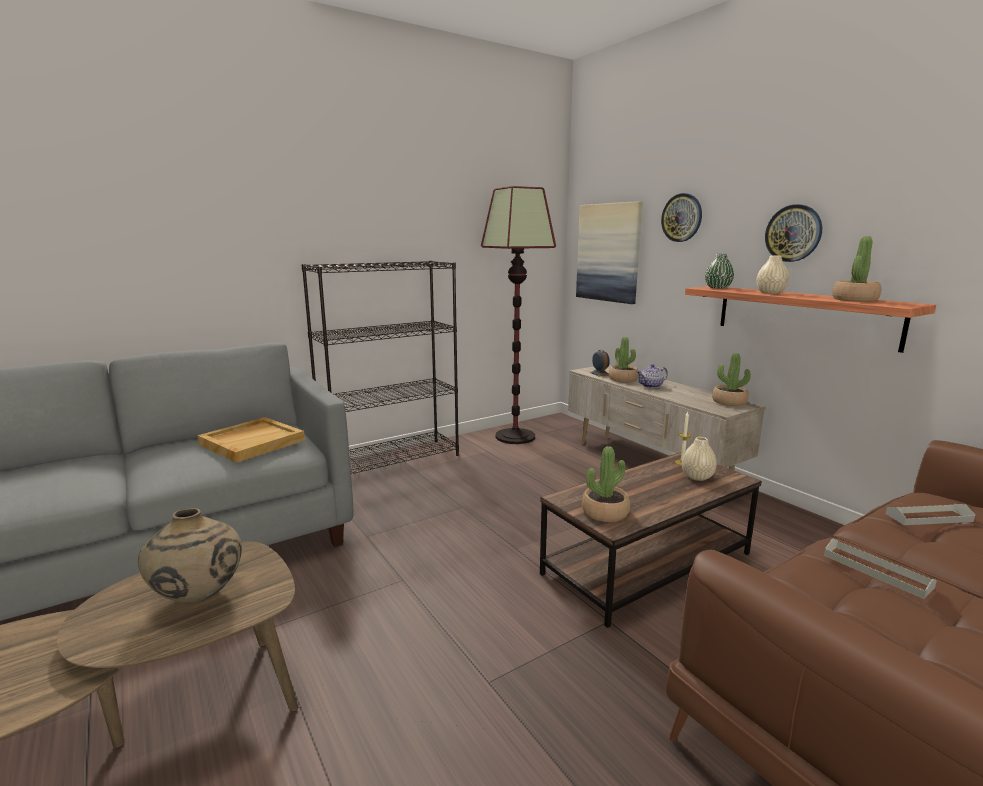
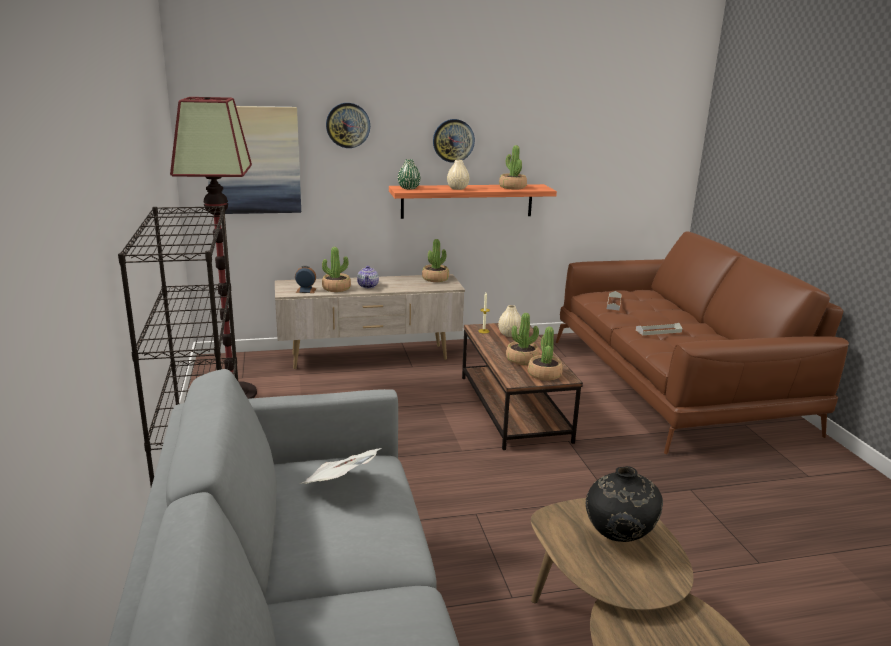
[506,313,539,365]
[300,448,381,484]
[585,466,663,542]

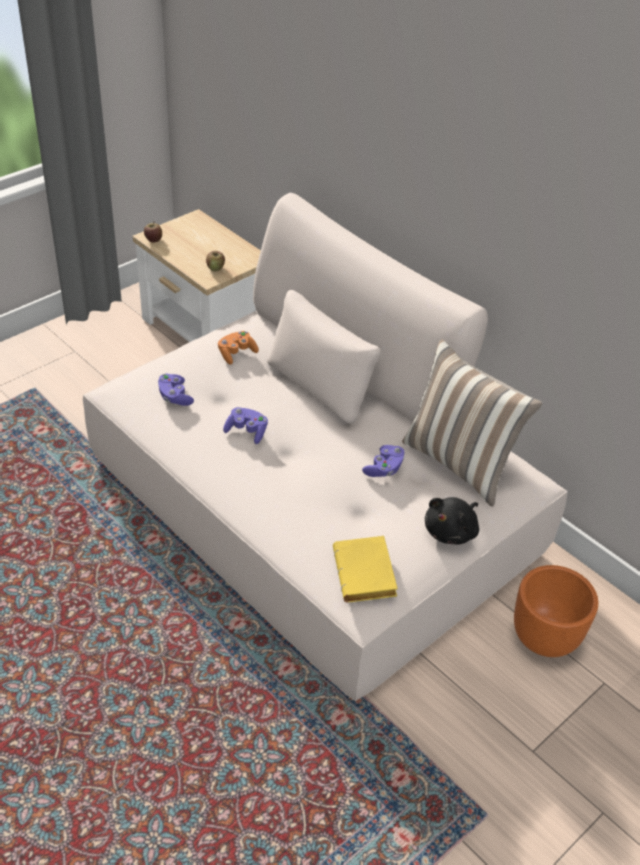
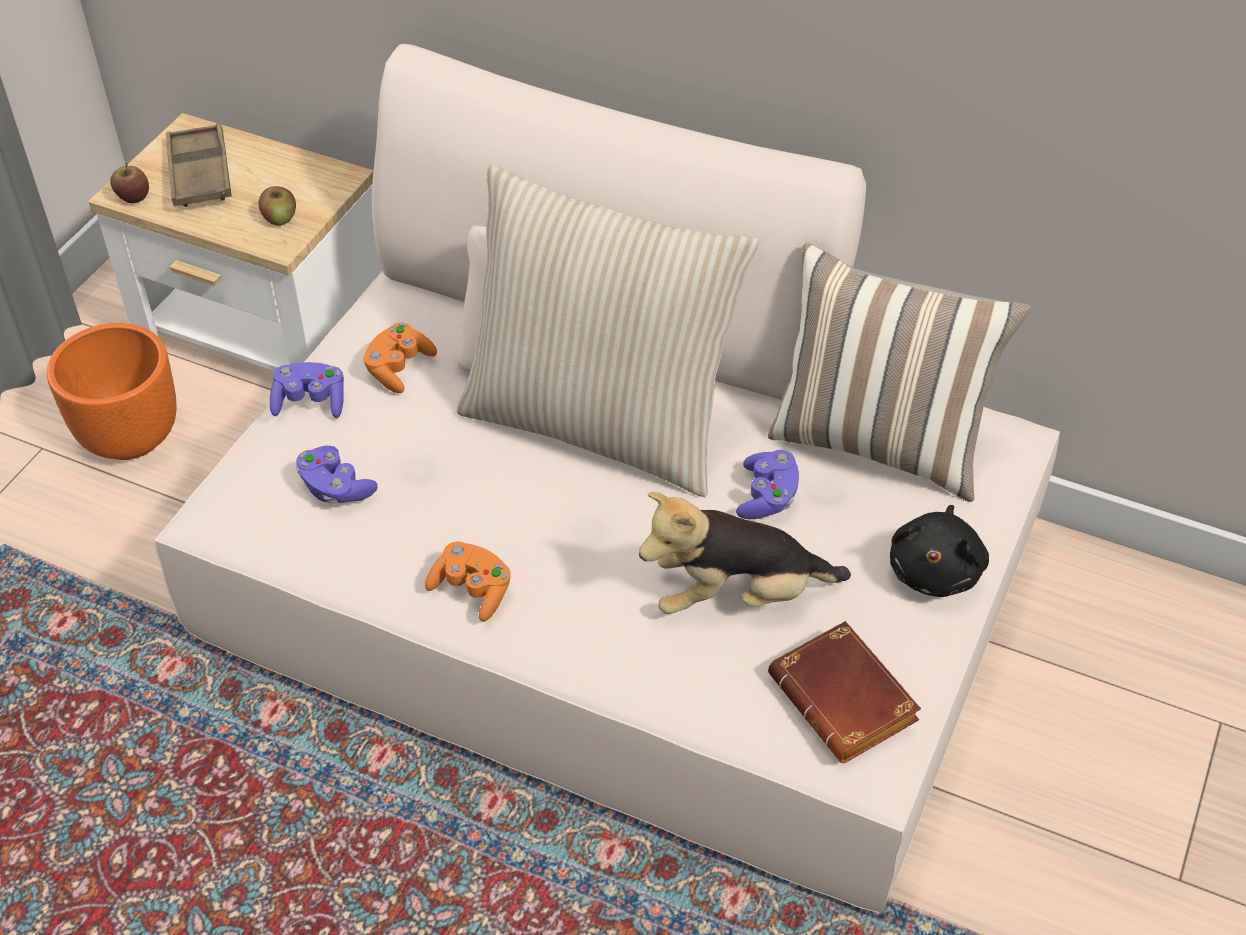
[166,123,232,207]
[425,542,511,622]
[457,165,759,497]
[639,492,851,614]
[270,362,344,418]
[47,323,177,460]
[768,621,921,763]

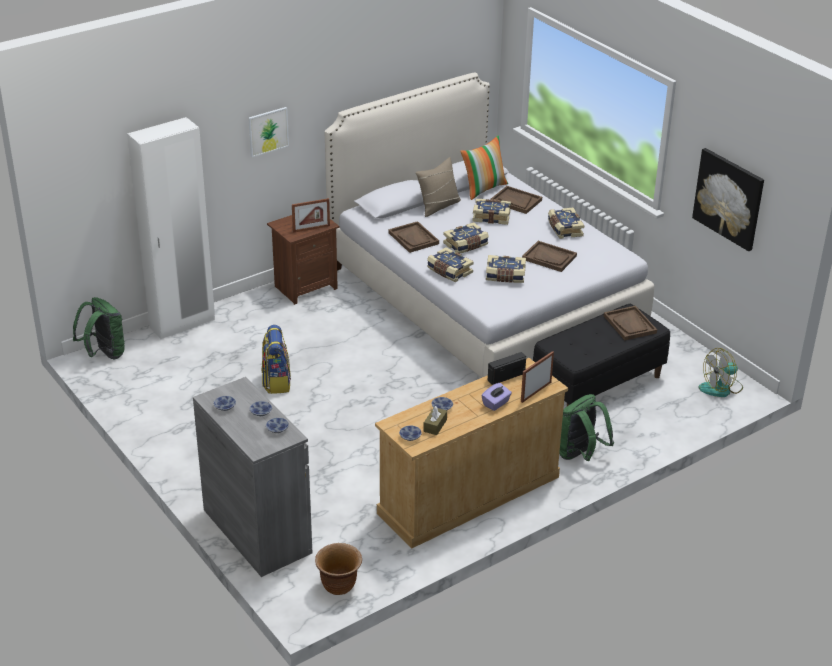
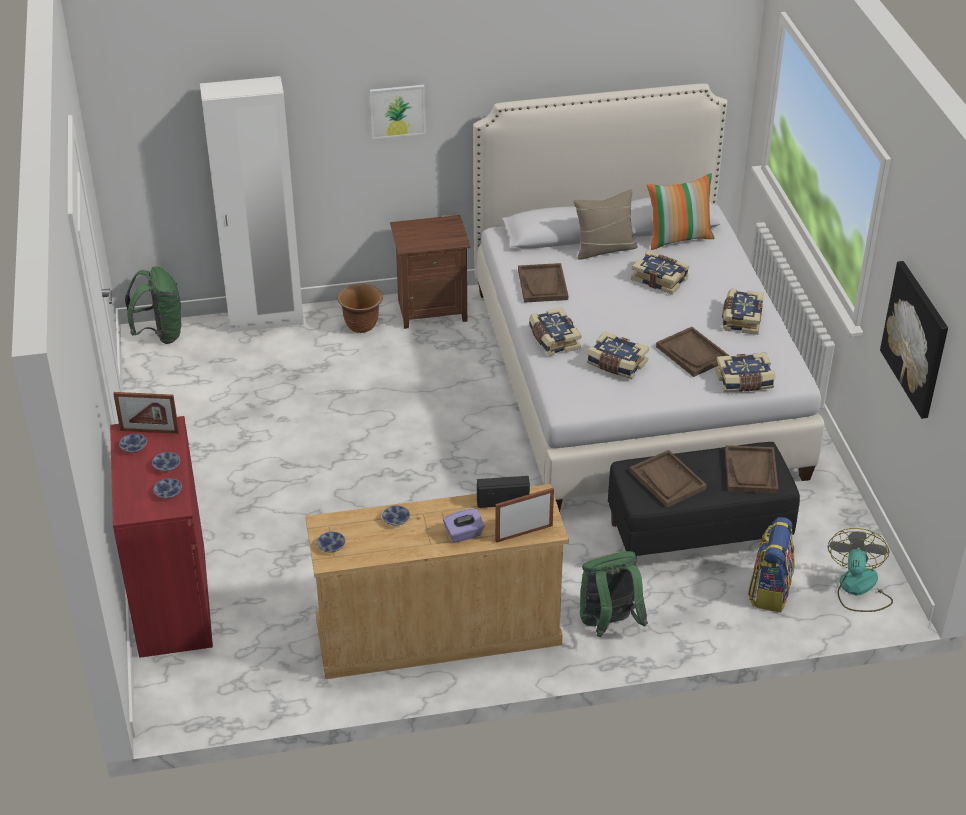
[423,406,447,435] (first image)
[748,517,795,612]
[113,392,179,434]
[337,284,383,333]
[715,352,775,392]
[629,450,707,507]
[110,416,213,658]
[828,528,893,612]

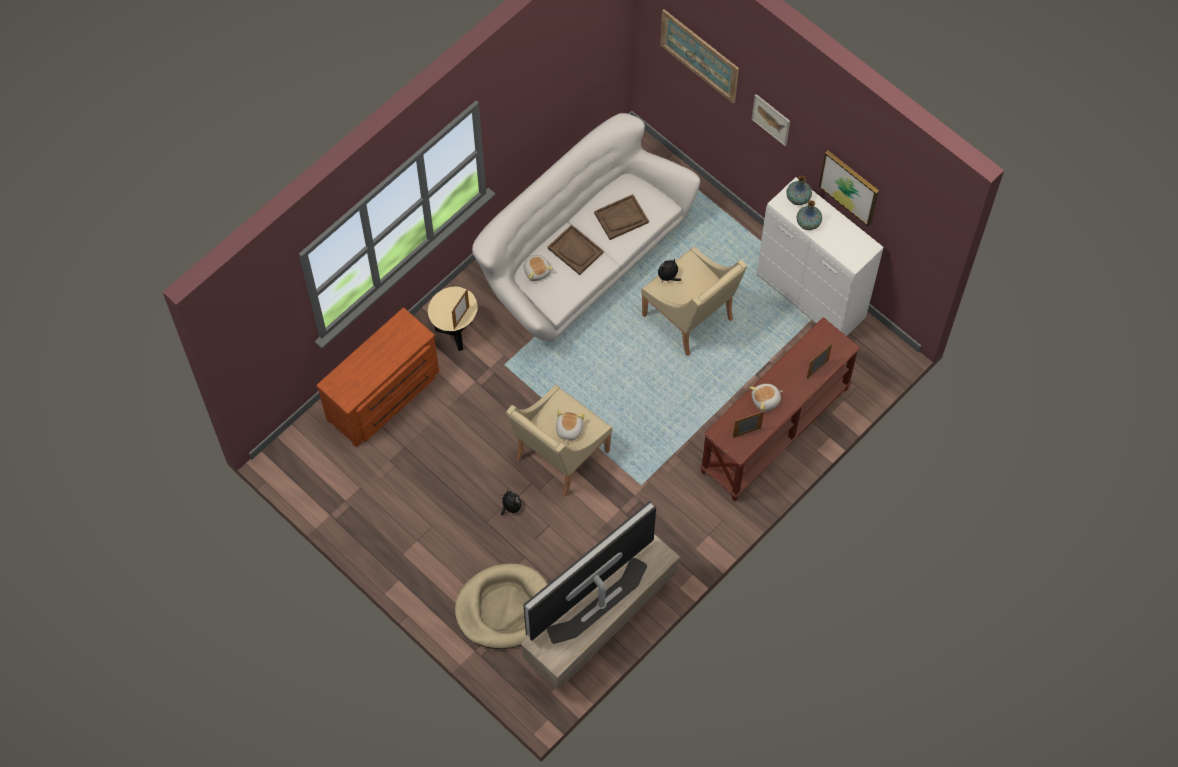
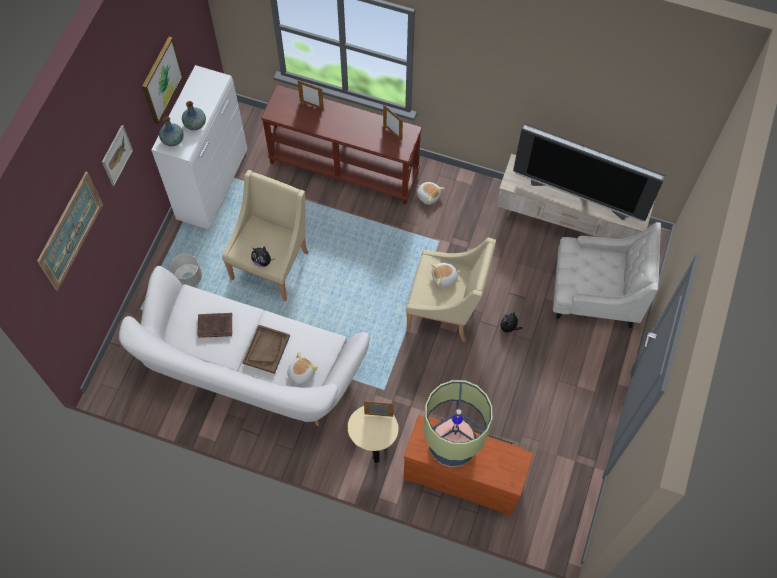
[170,253,202,287]
[424,380,492,467]
[417,182,445,205]
[553,222,661,328]
[197,313,232,338]

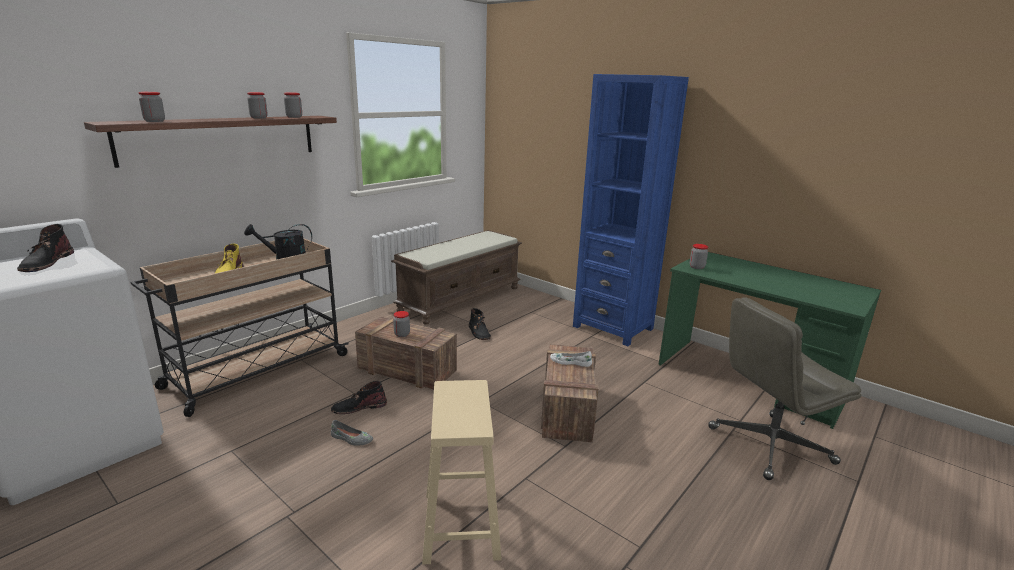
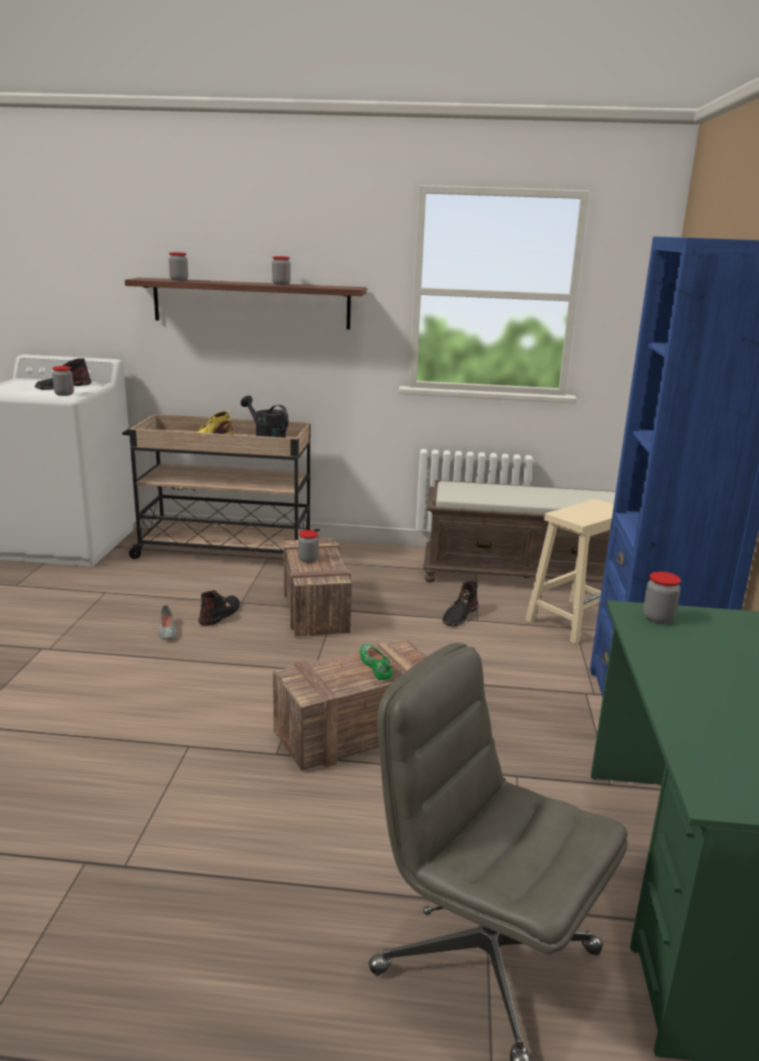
[52,366,74,396]
[525,499,614,644]
[360,644,393,680]
[199,590,240,626]

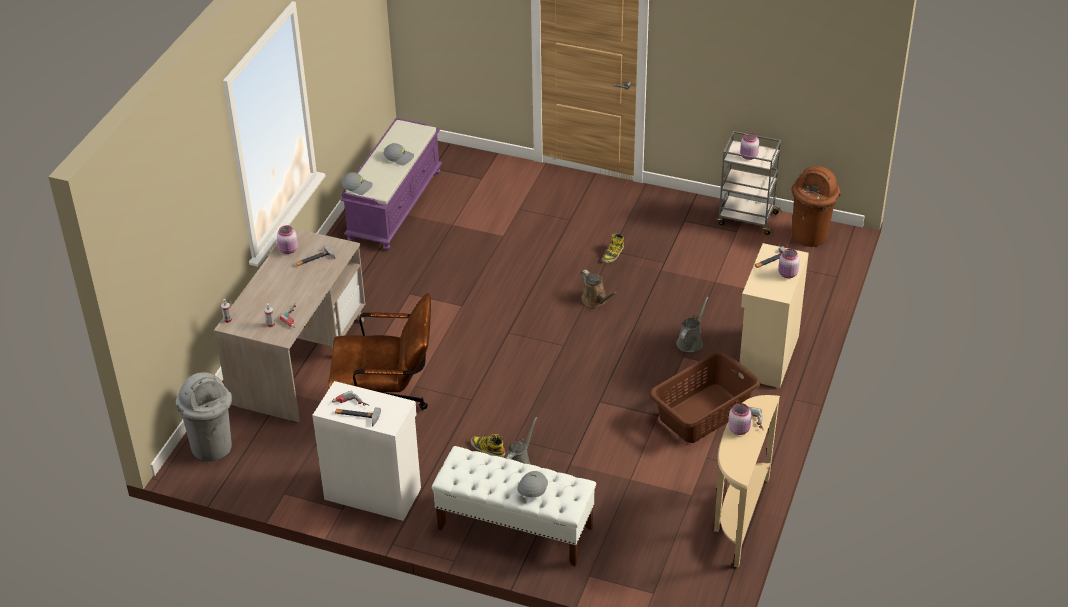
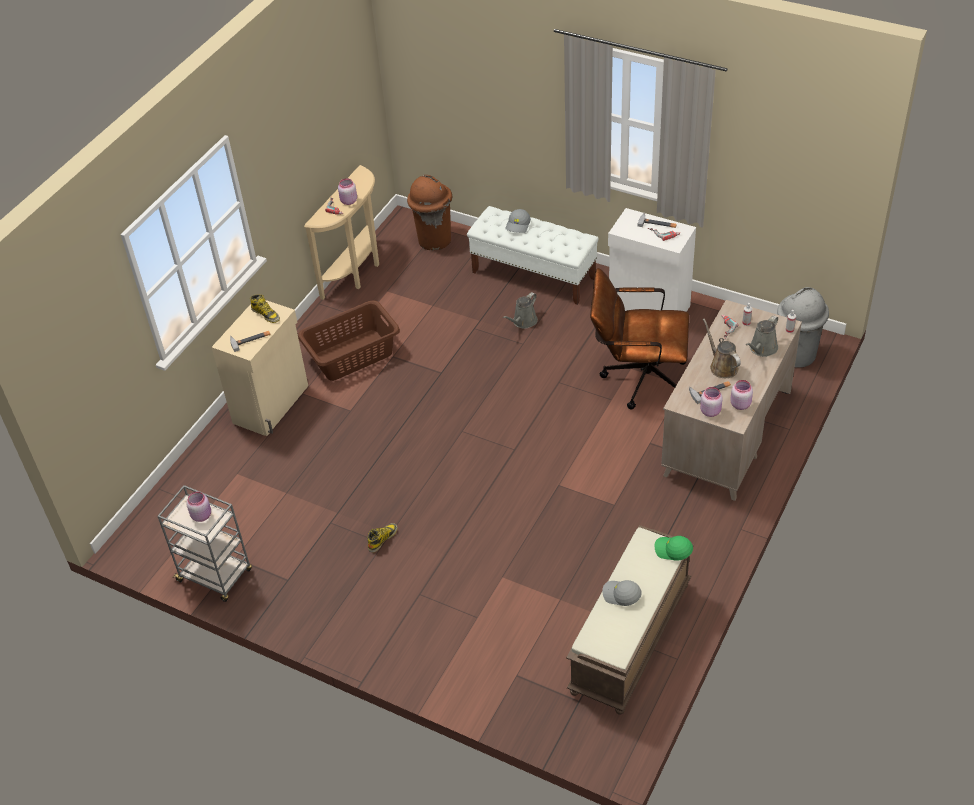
[250,295,280,323]
[703,318,741,378]
[746,315,778,357]
[700,387,723,417]
[407,175,452,250]
[566,525,694,715]
[654,536,693,561]

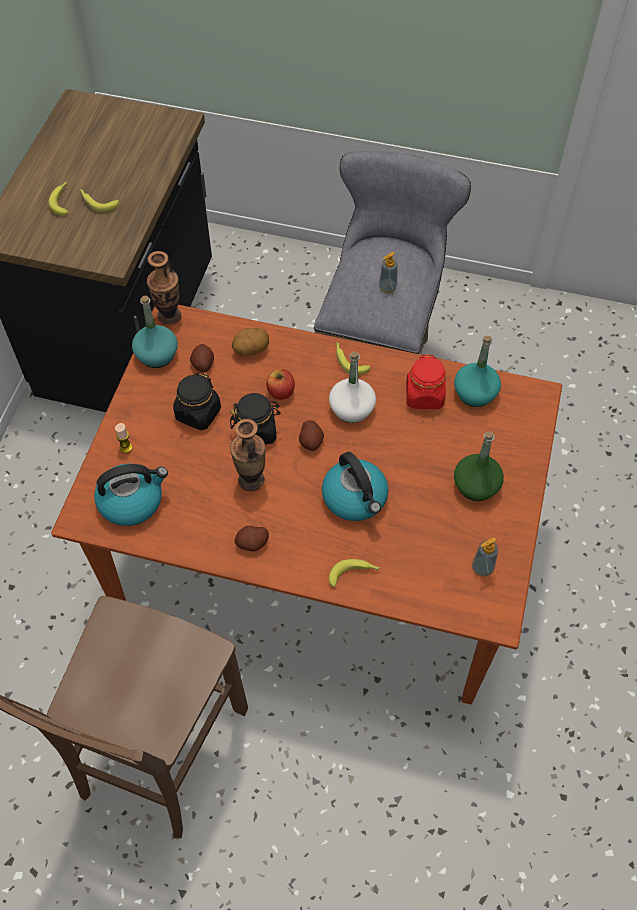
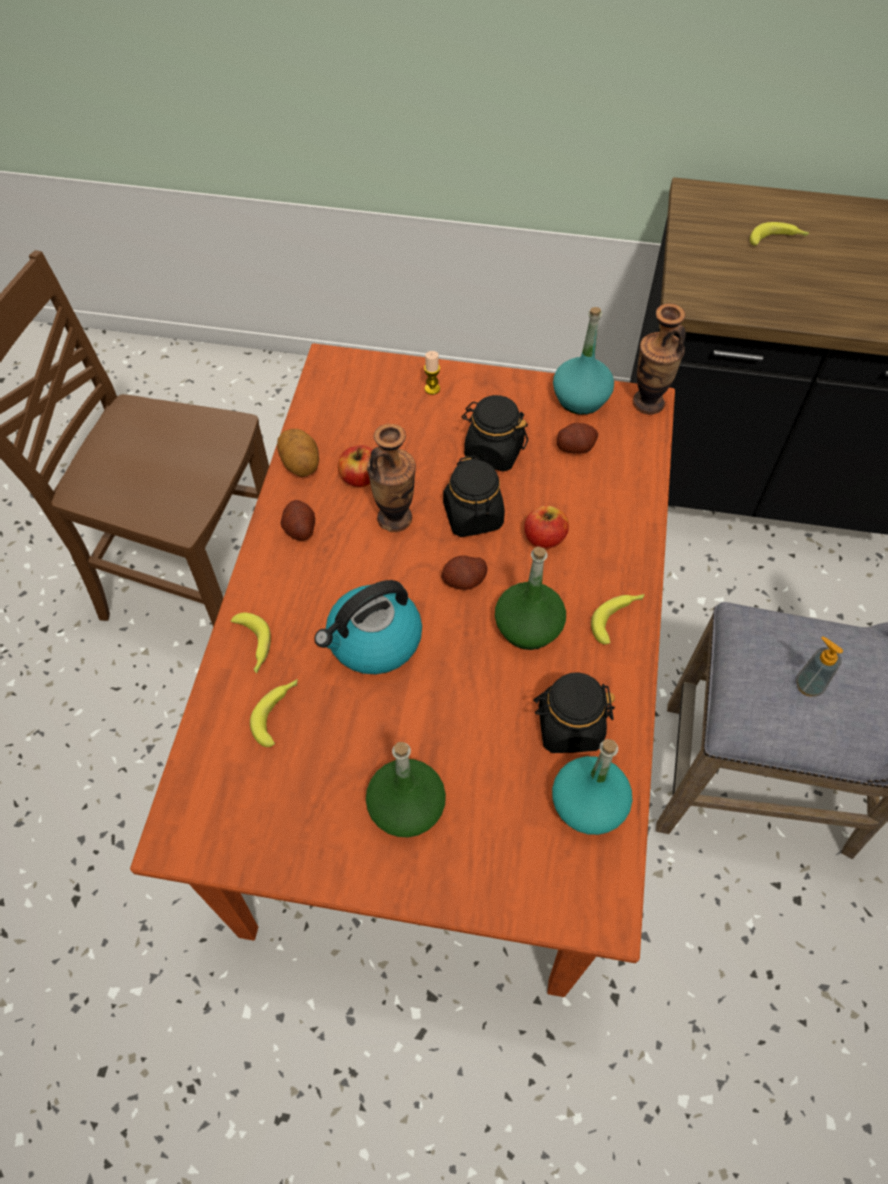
[94,463,168,526] (first image)
[472,537,498,576] (first image)
[338,445,373,487]
[250,679,298,747]
[277,429,319,477]
[495,546,566,650]
[533,672,615,753]

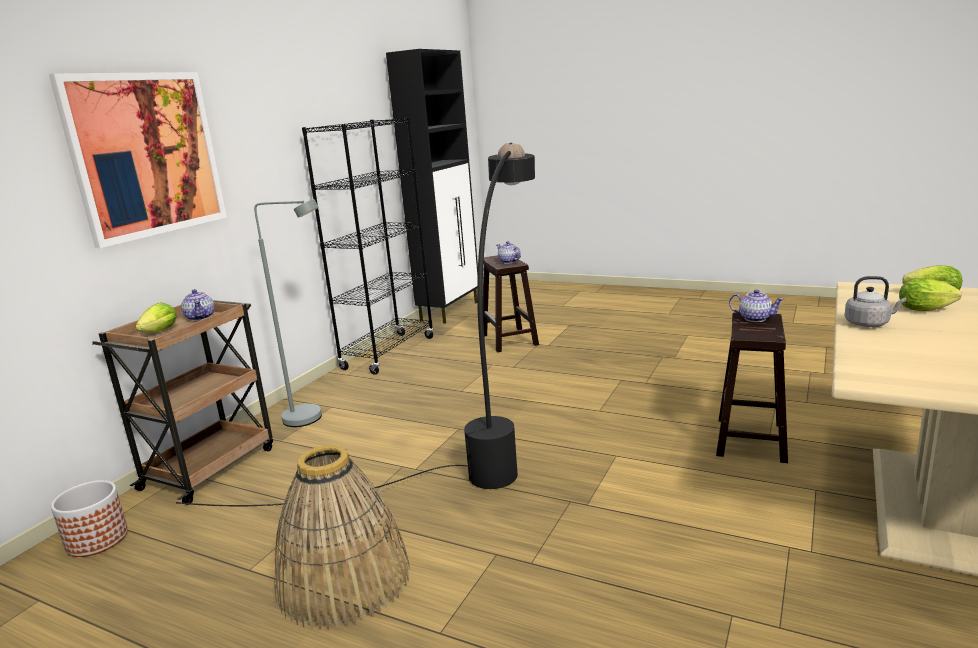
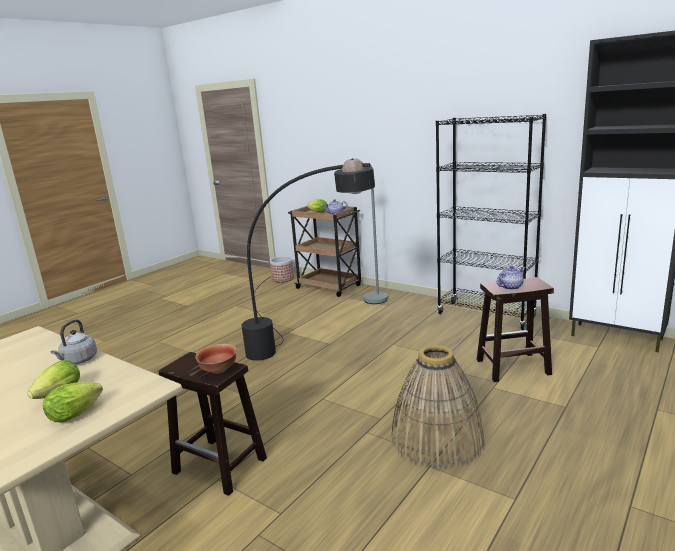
[49,72,227,248] (first image)
[392,345,484,469]
[195,344,237,374]

